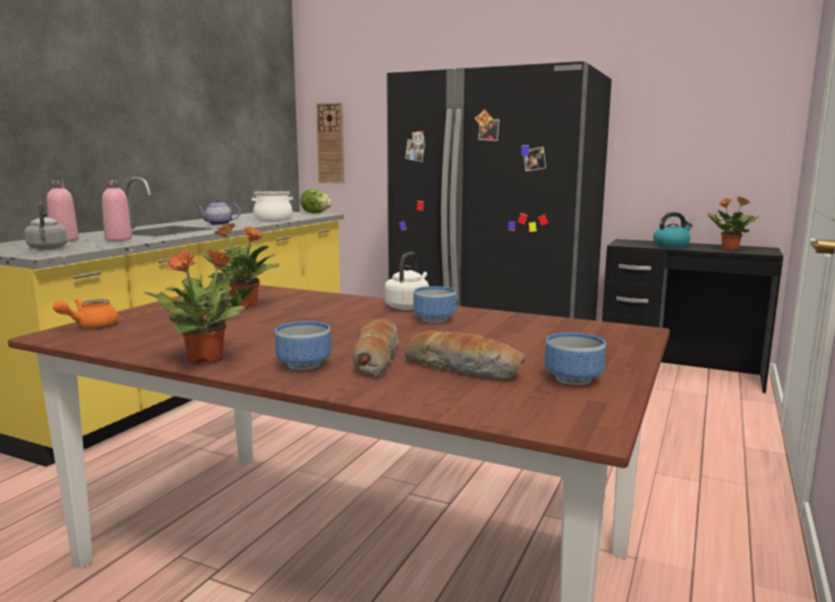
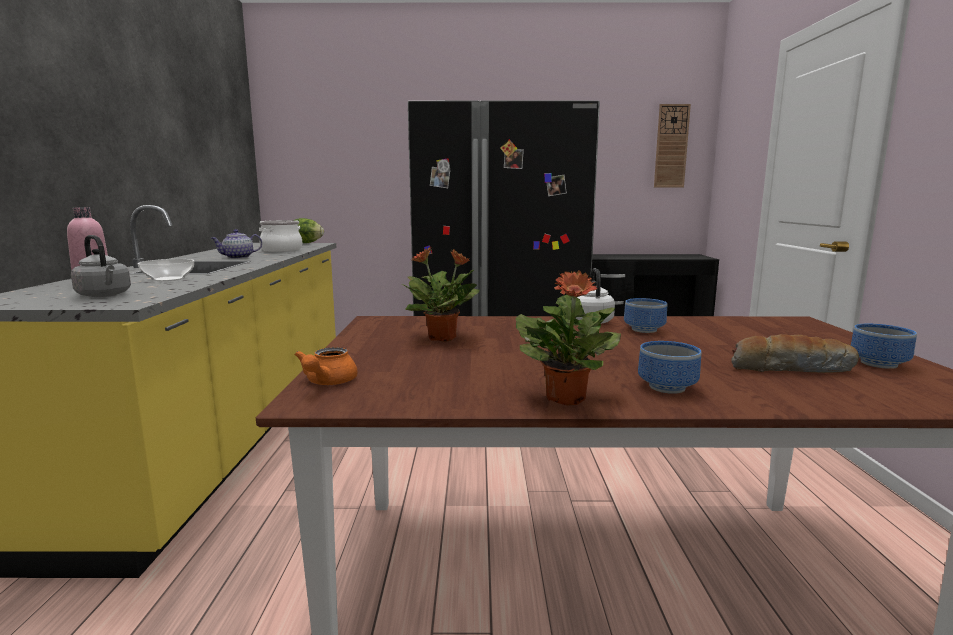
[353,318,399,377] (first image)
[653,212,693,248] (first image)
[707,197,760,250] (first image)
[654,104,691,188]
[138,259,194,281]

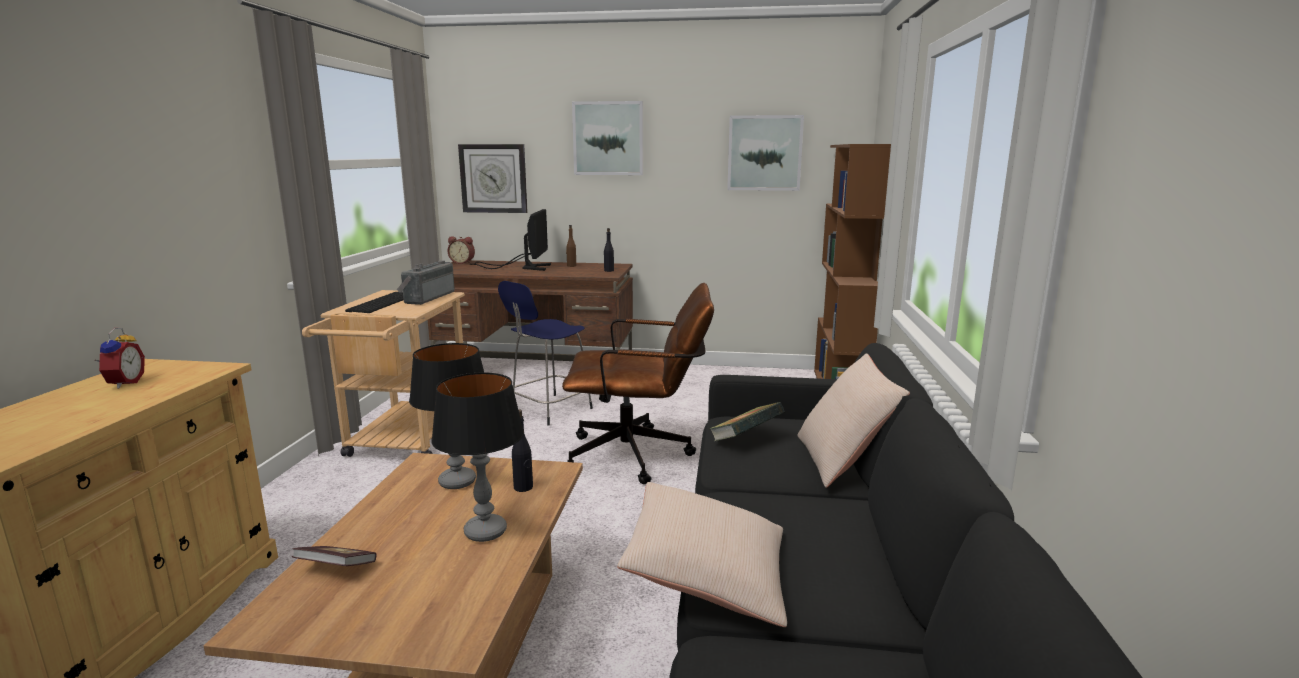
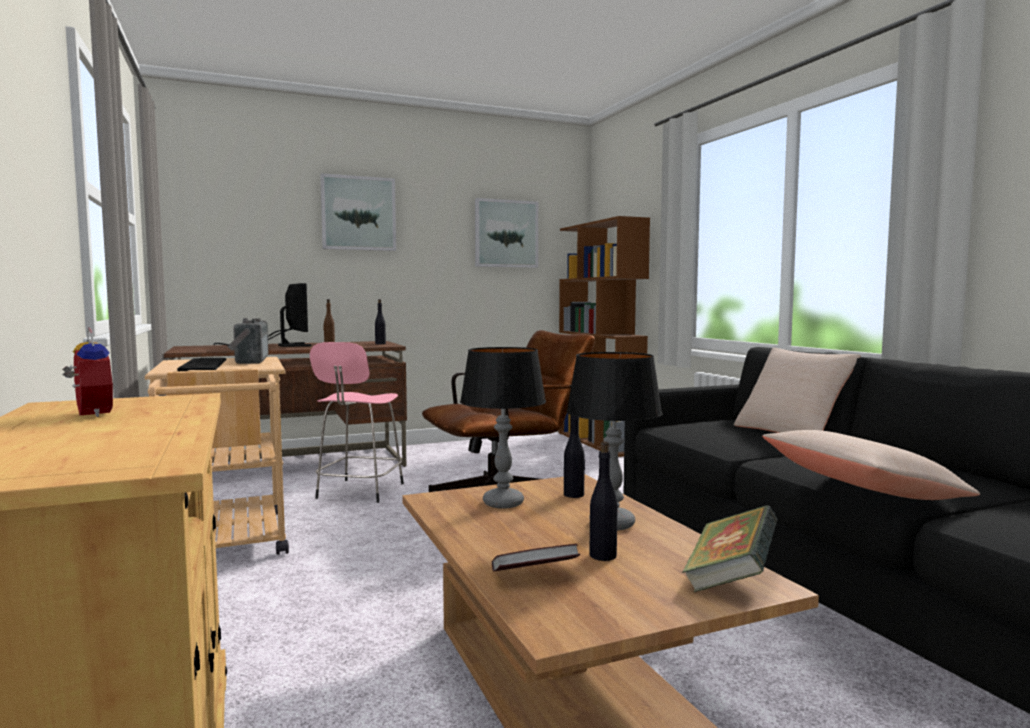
[448,237,475,264] (first image)
[458,144,528,213] (first image)
[589,441,618,561]
[682,505,778,592]
[310,342,404,503]

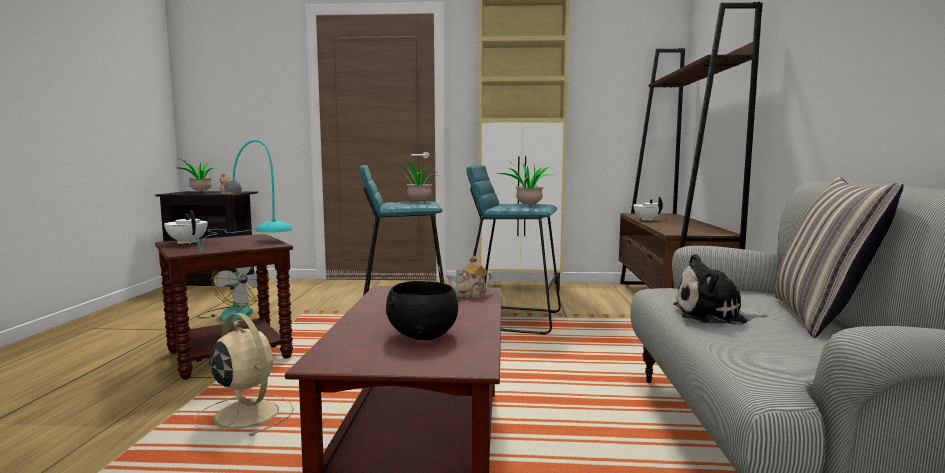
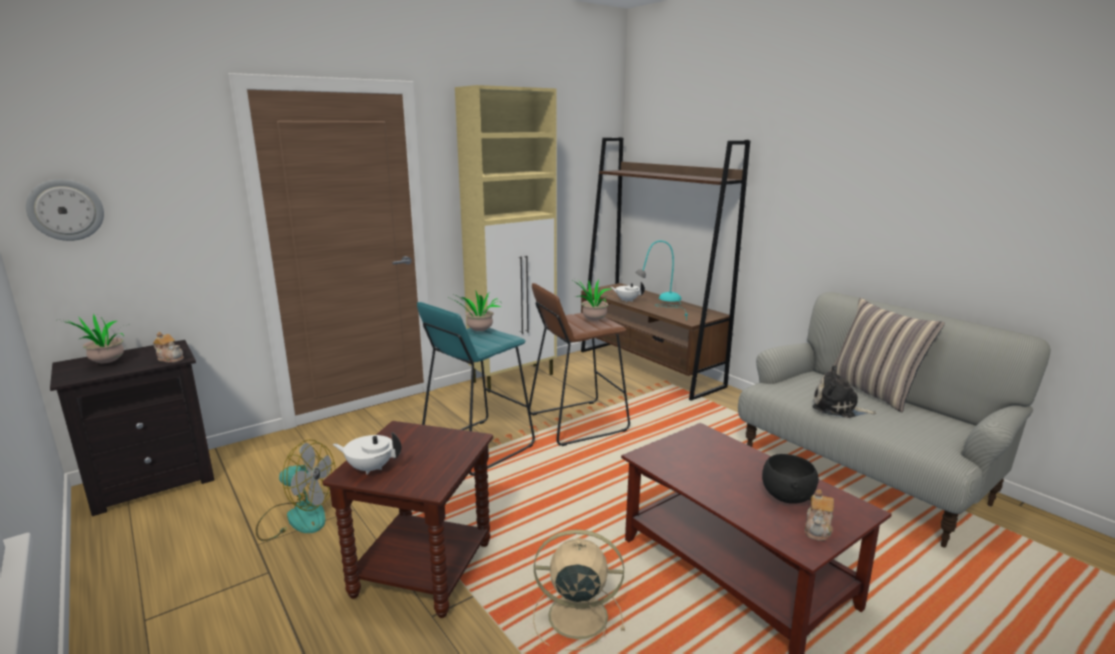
[26,179,104,241]
[635,241,688,320]
[805,490,834,541]
[529,283,630,446]
[812,366,877,418]

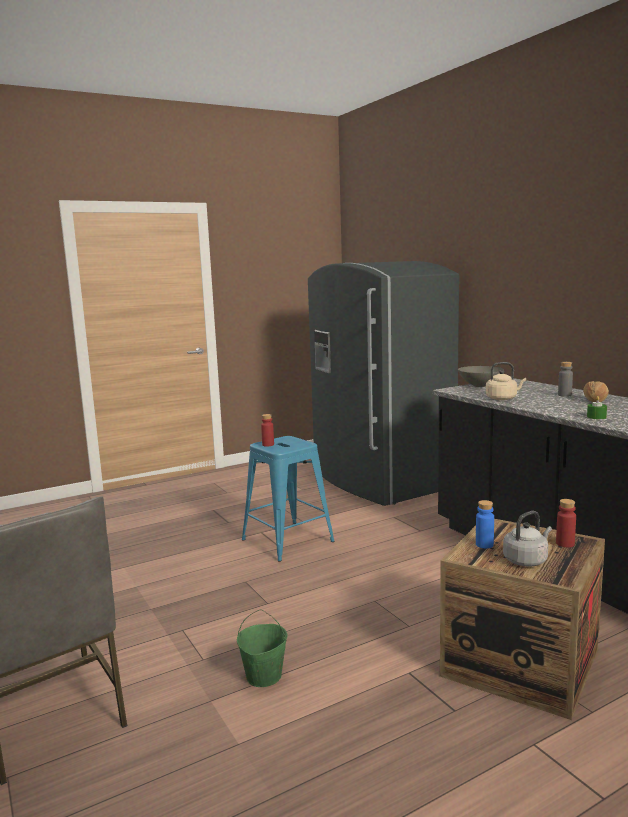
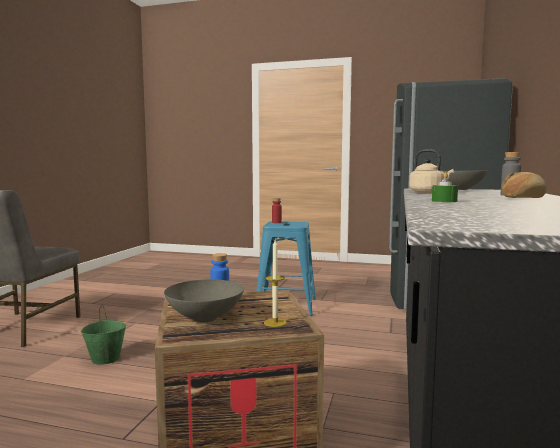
[164,279,244,322]
[264,240,287,327]

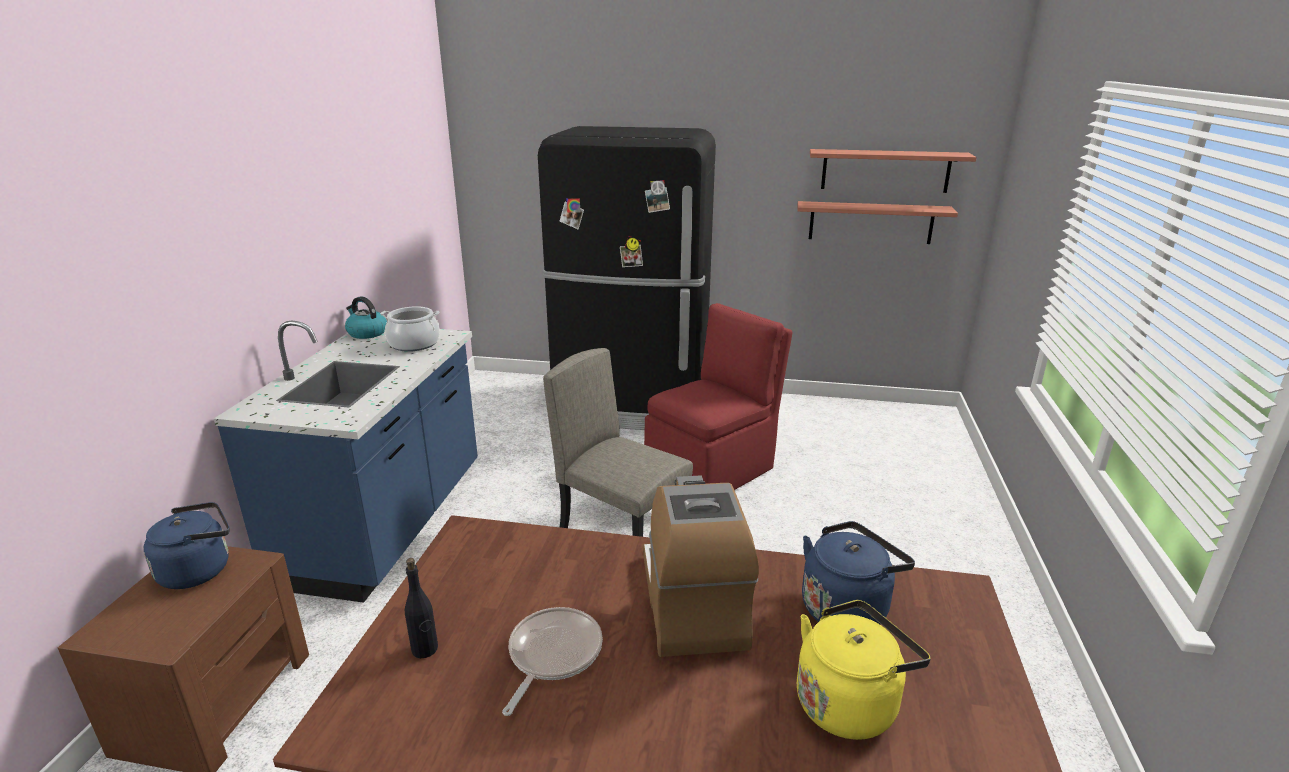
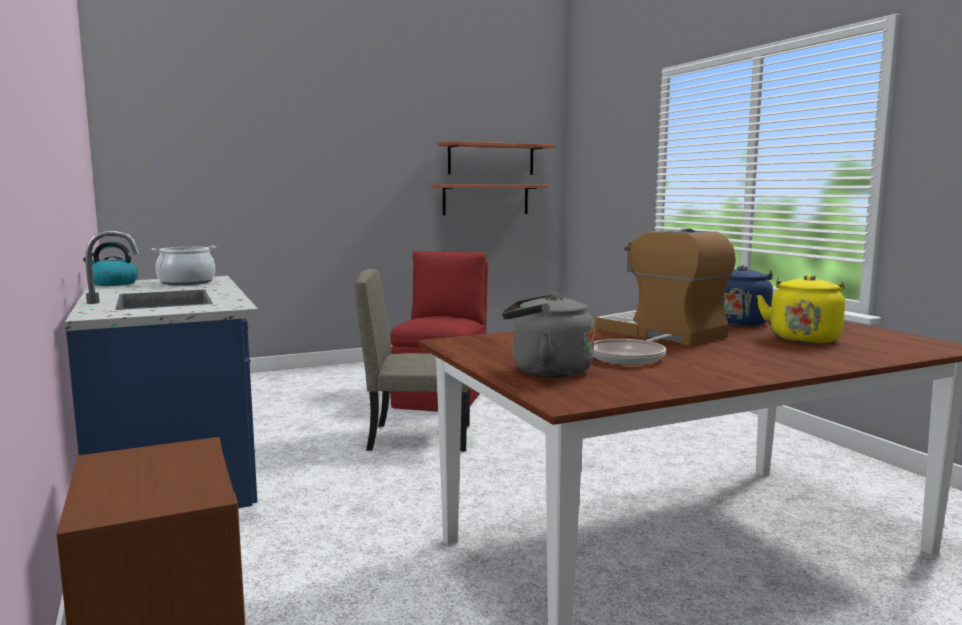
[143,502,230,589] (first image)
[538,126,716,430] (first image)
[502,293,594,377]
[594,334,672,365]

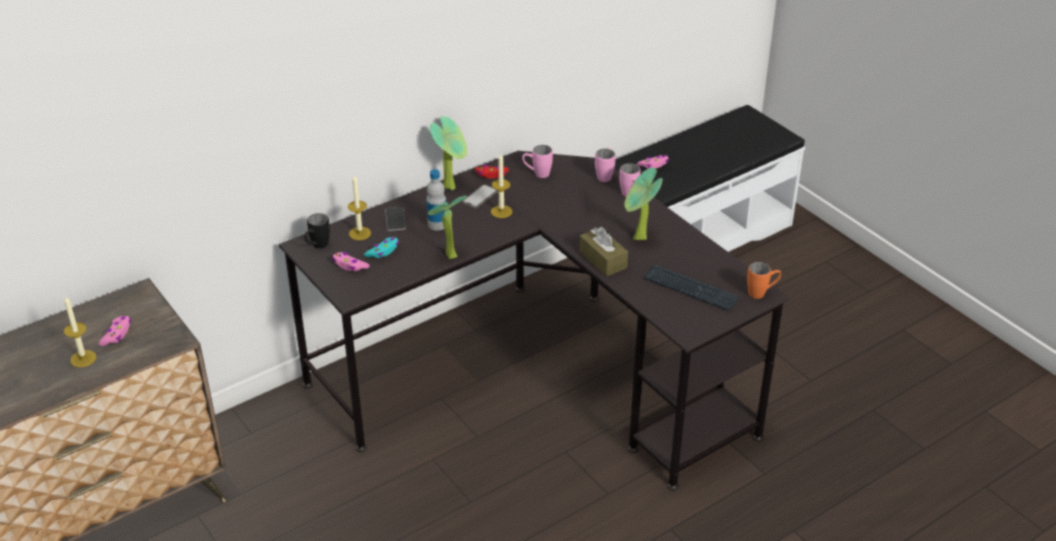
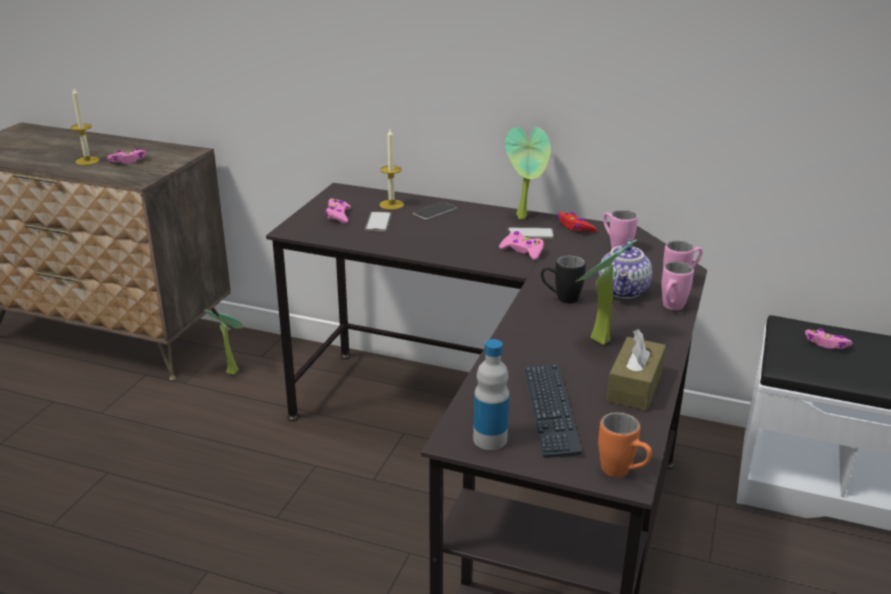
[599,239,652,299]
[541,255,586,304]
[473,339,509,450]
[204,310,244,375]
[606,329,666,411]
[365,212,392,231]
[499,231,544,260]

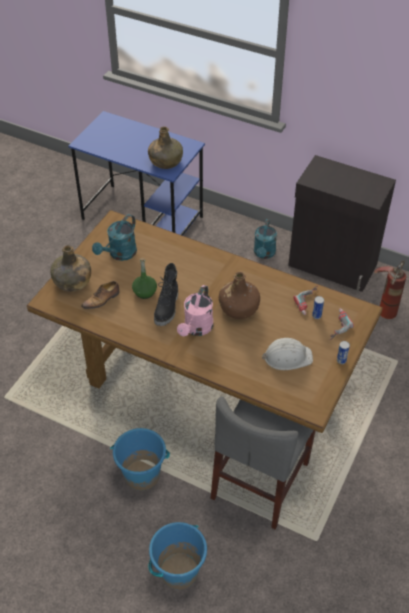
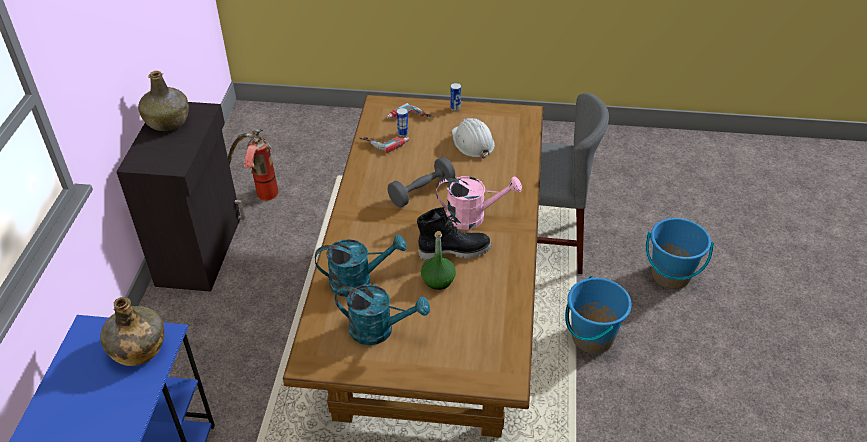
[81,281,119,309] (first image)
[138,71,189,131]
[315,234,407,297]
[387,157,455,207]

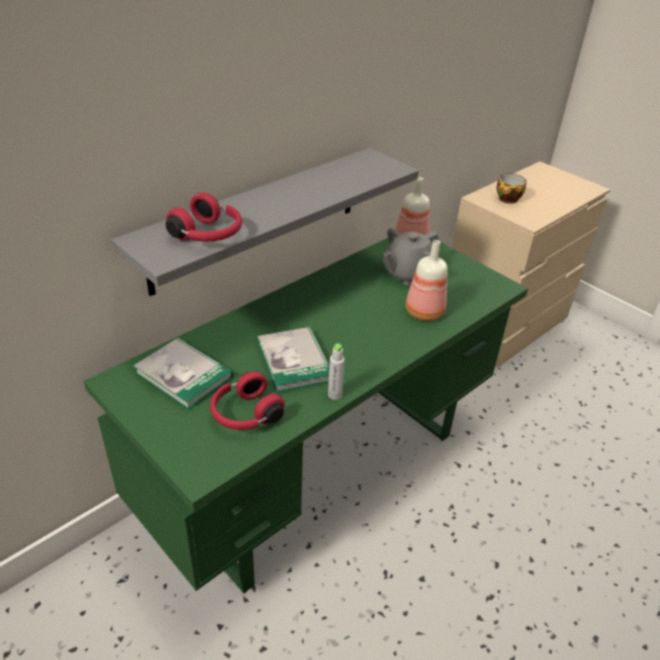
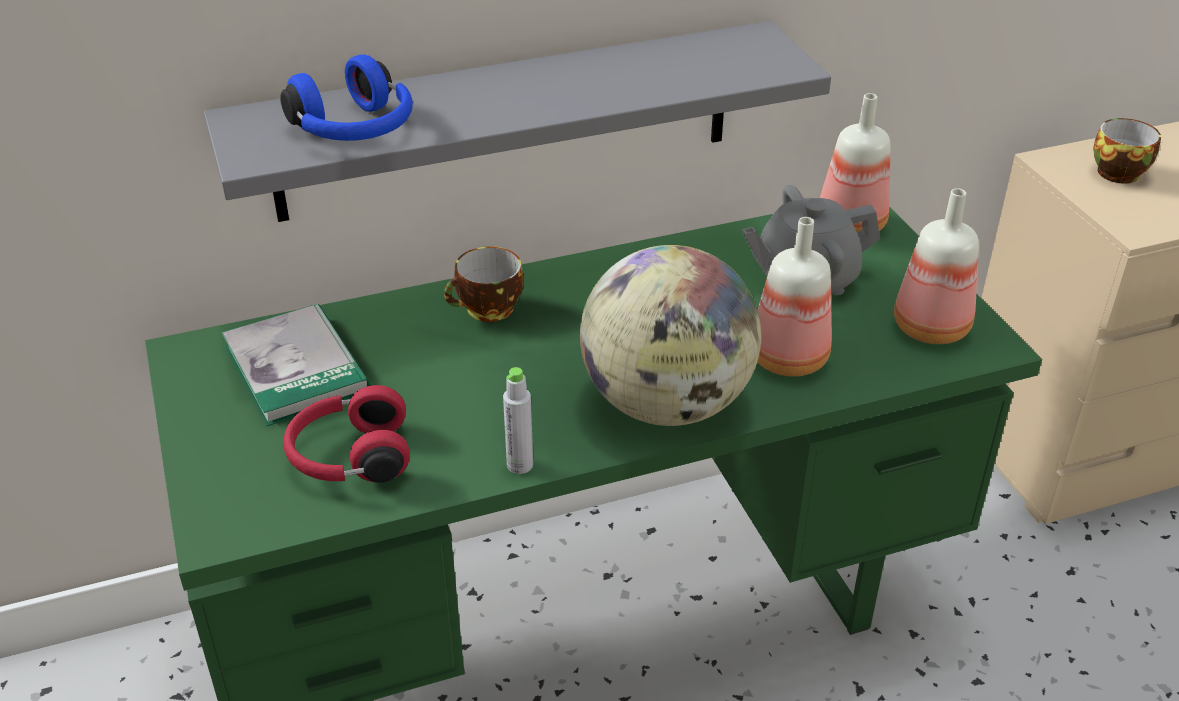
[257,327,329,393] (first image)
[444,246,523,322]
[580,245,761,426]
[894,188,979,344]
[280,54,413,141]

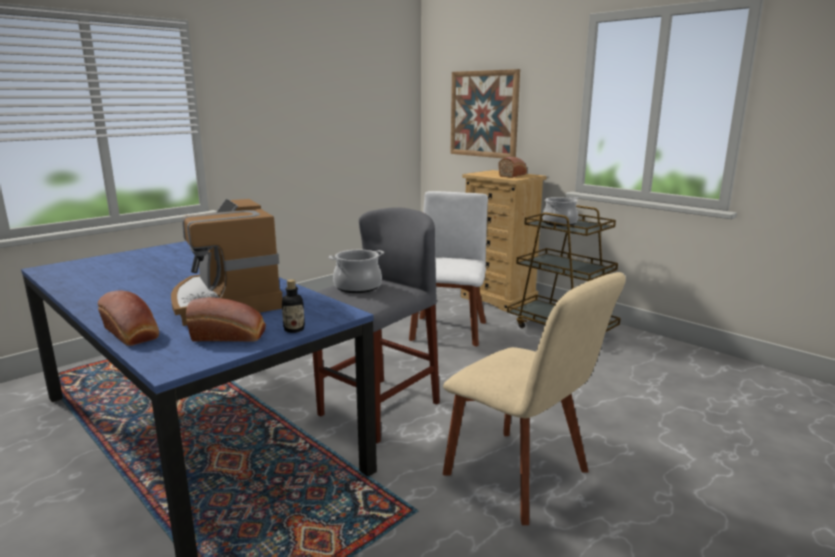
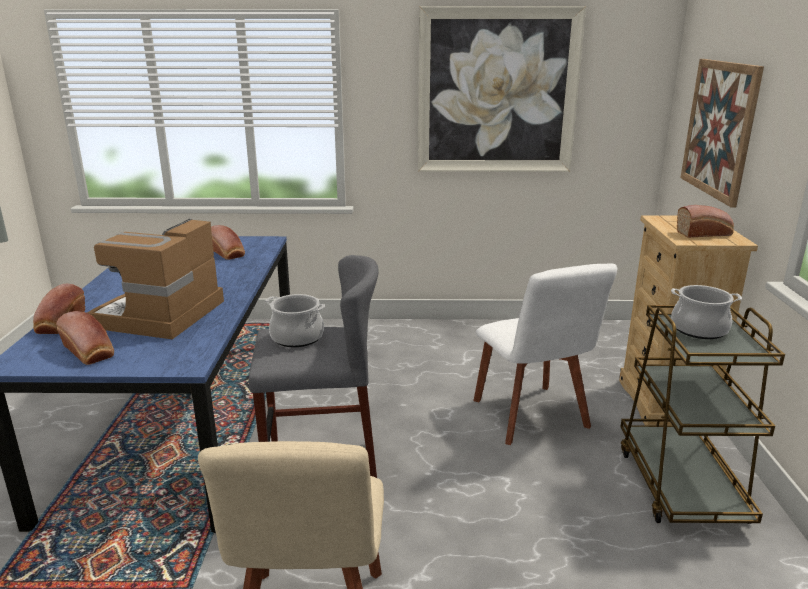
[282,279,305,333] (first image)
[211,225,245,260]
[418,6,586,172]
[474,263,617,445]

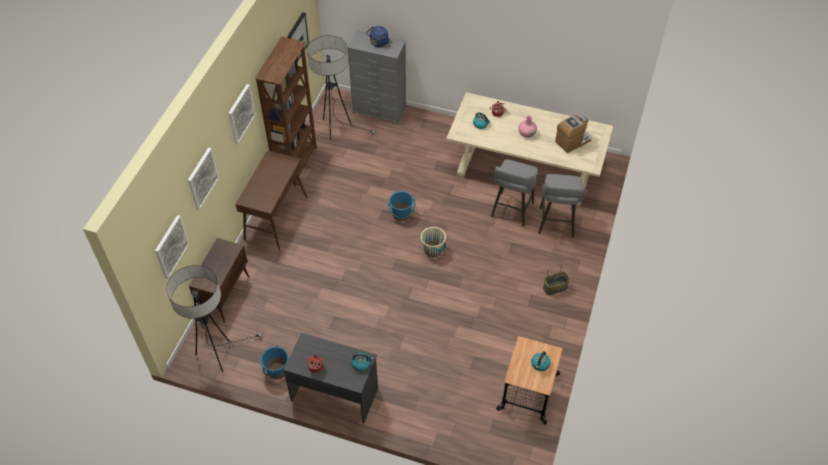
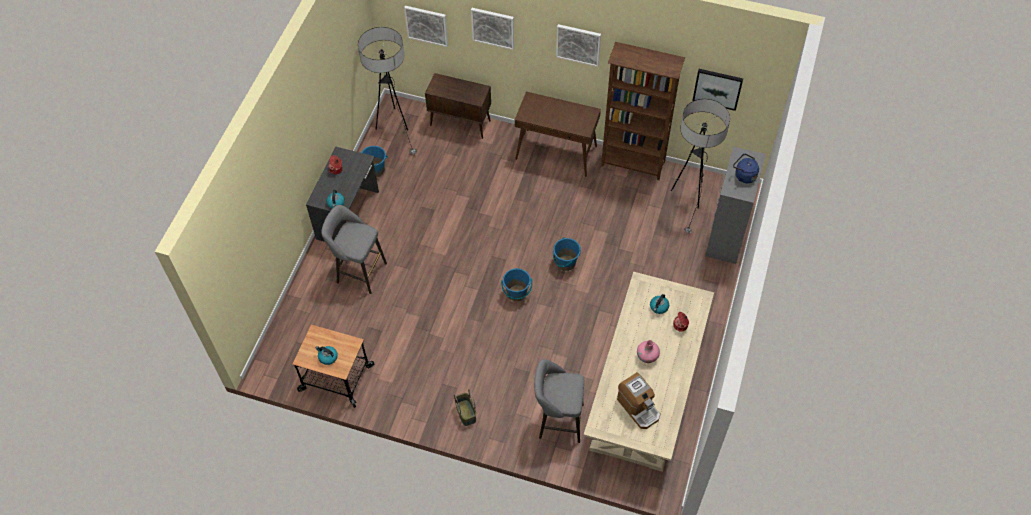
[321,205,387,294]
[501,268,532,301]

